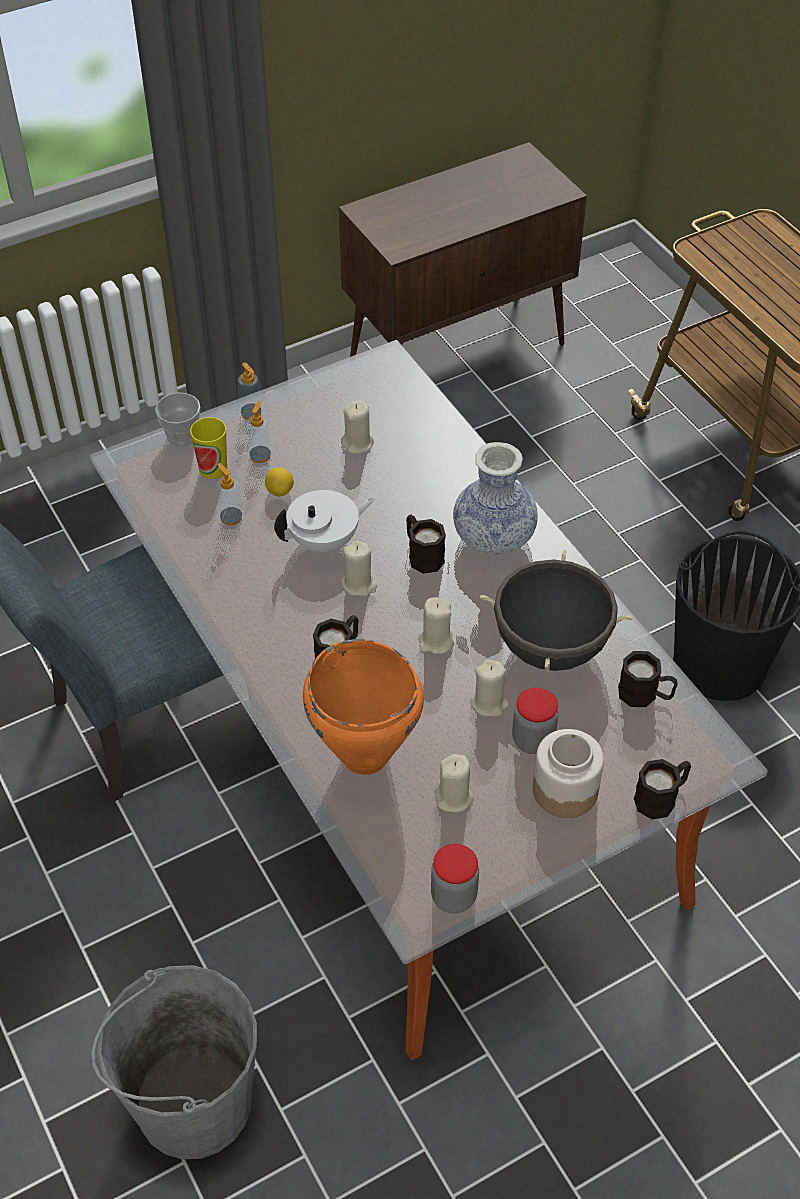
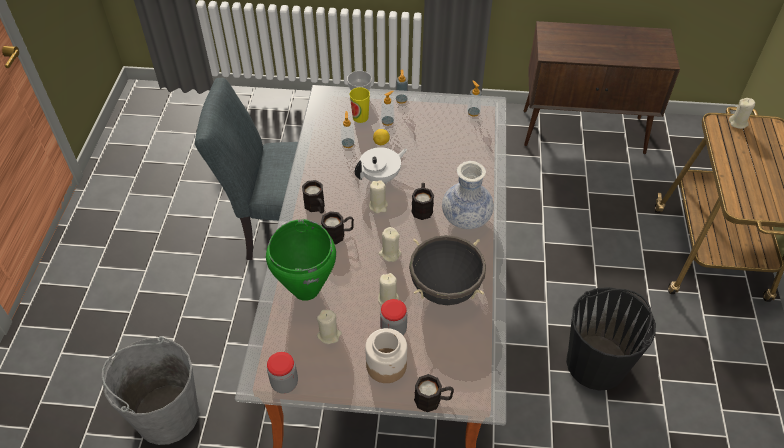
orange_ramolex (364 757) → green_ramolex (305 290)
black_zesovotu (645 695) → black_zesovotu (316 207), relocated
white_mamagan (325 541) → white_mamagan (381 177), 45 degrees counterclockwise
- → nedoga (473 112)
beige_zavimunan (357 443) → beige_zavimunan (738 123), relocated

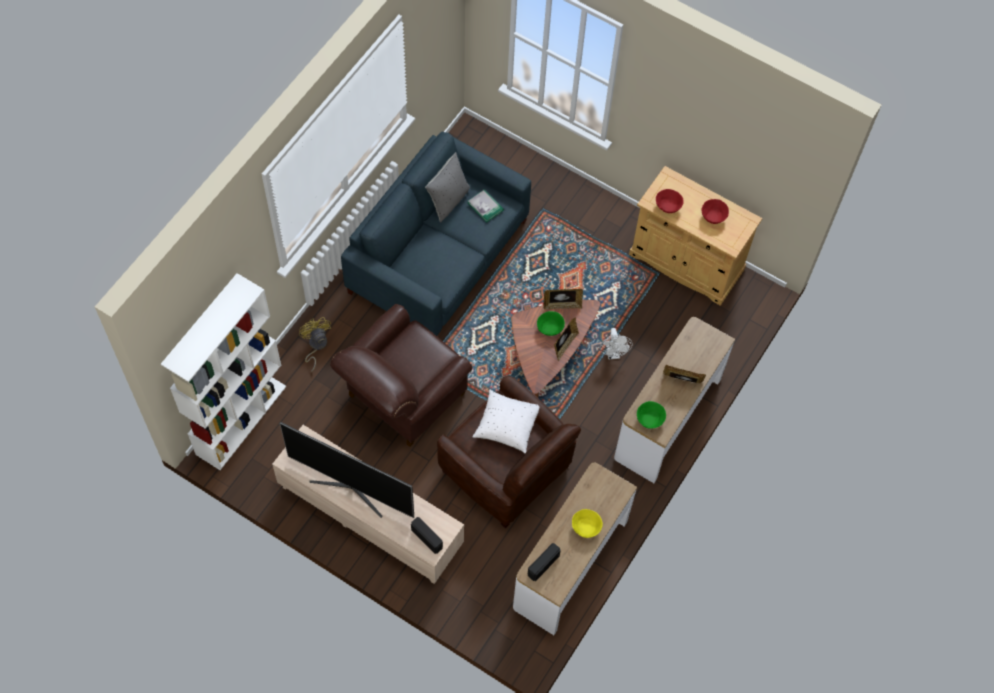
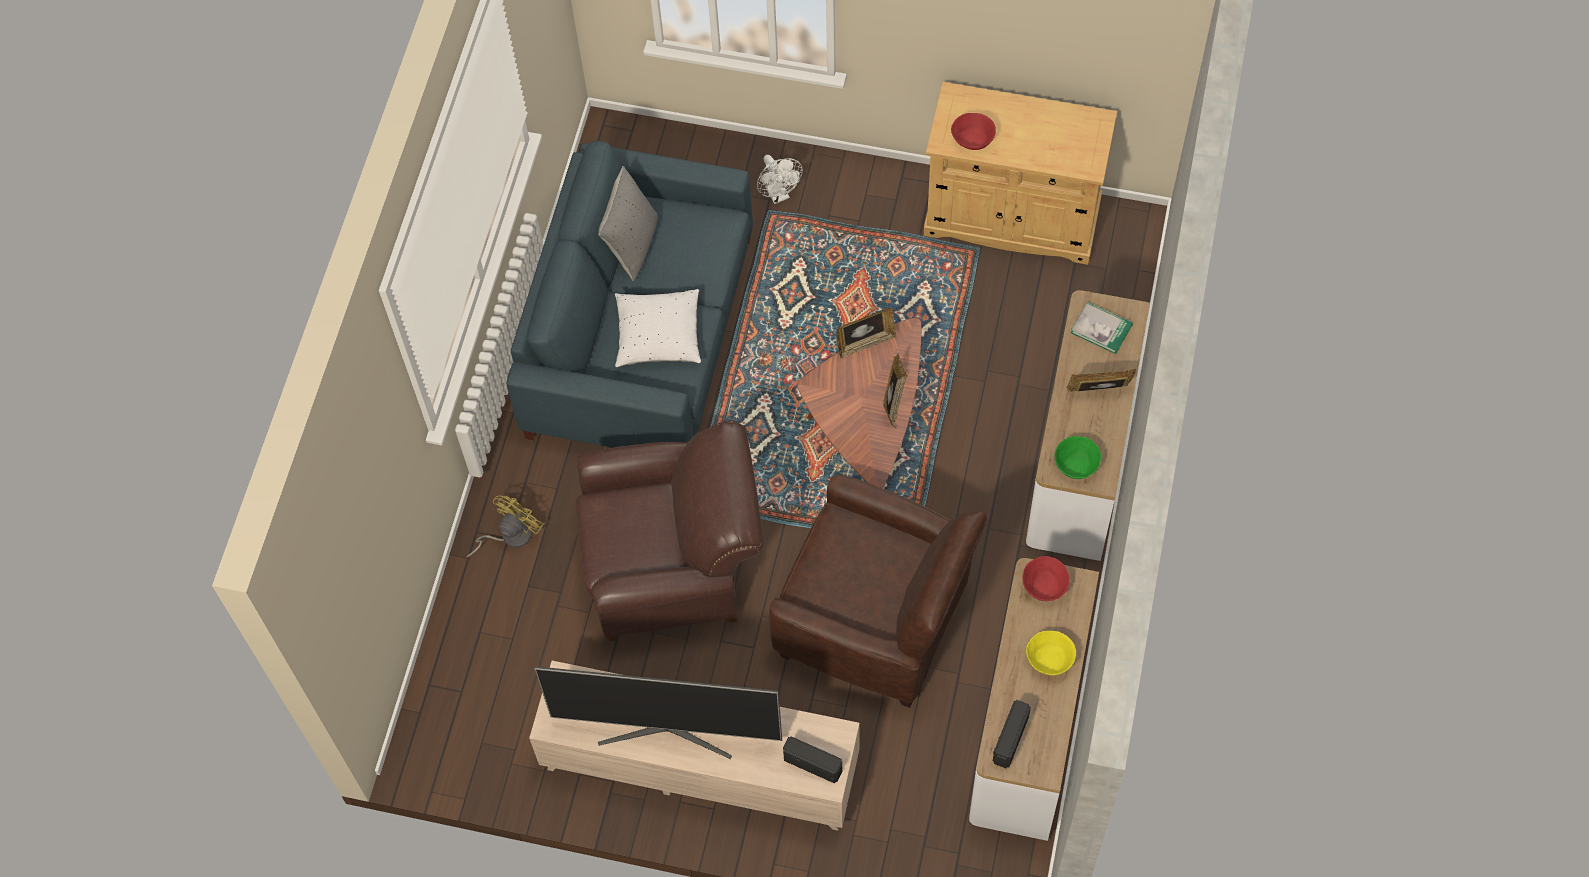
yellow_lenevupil (316 346) → yellow_lenevupil (510 536), 75 degrees clockwise
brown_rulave (402 397) → brown_rulave (674 567), 120 degrees counterclockwise
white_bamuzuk (507 426) → white_bamuzuk (658 337), relocated
white_lenevupil (613 354) → white_lenevupil (778 194), relocated
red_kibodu (713 217) → red_kibodu (1045 586), relocated
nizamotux (485 206) → nizamotux (1101 329), relocated
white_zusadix (241 419) → -
green_kibodu (550 328) → -

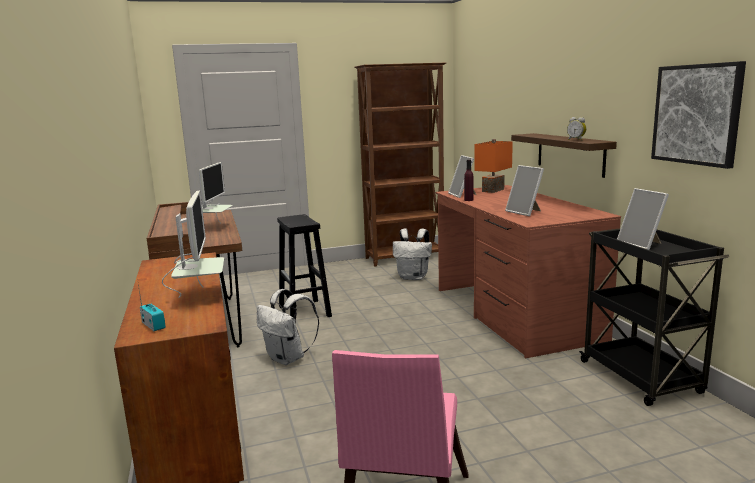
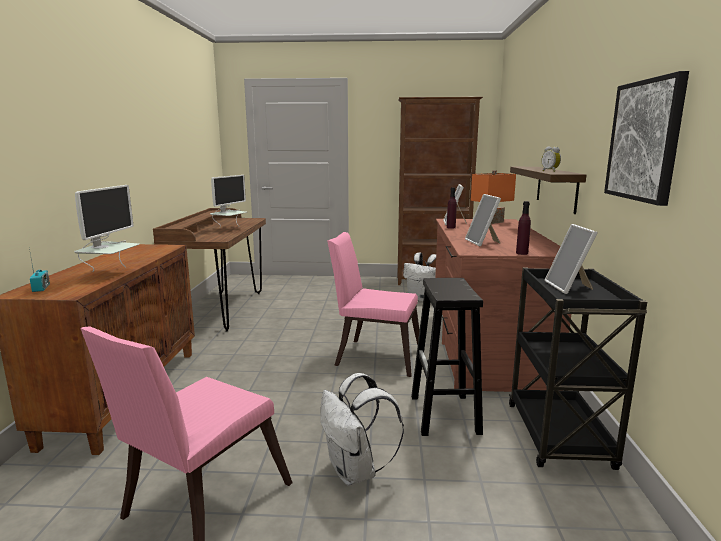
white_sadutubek (288 358) → white_sadutubek (355 472), relocated
- → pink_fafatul (374 356)
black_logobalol (305 312) → black_logobalol (445 415), relocated
- → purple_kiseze (522 253)

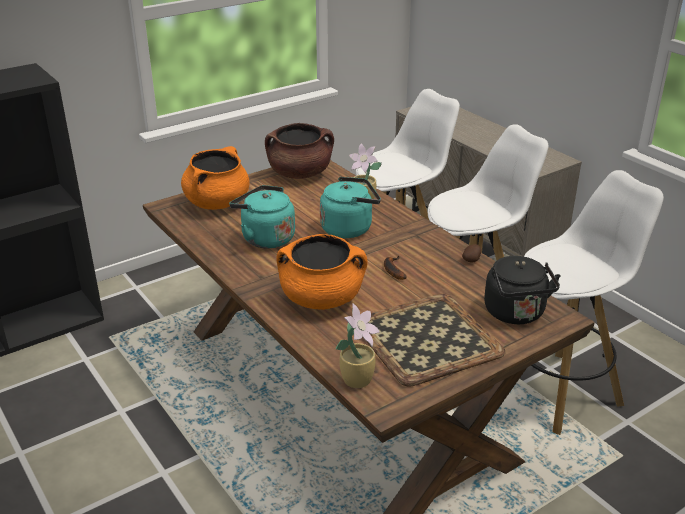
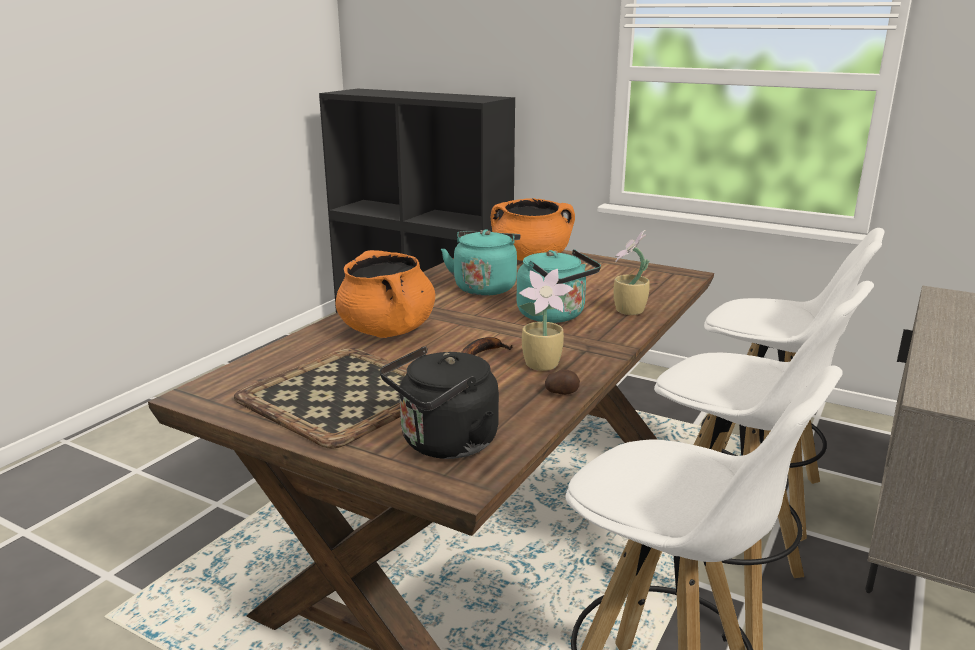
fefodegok (358 379) → fefodegok (543 365), relocated
brown_ramolex (300 173) → -

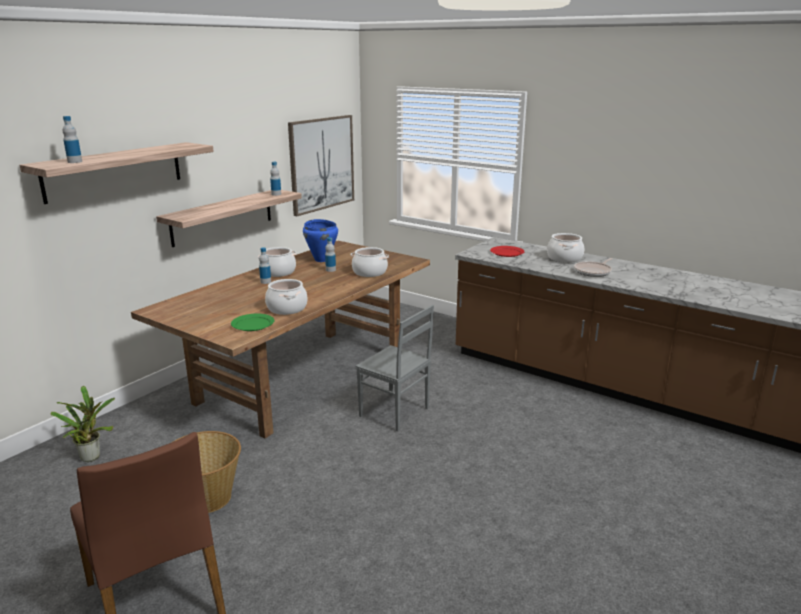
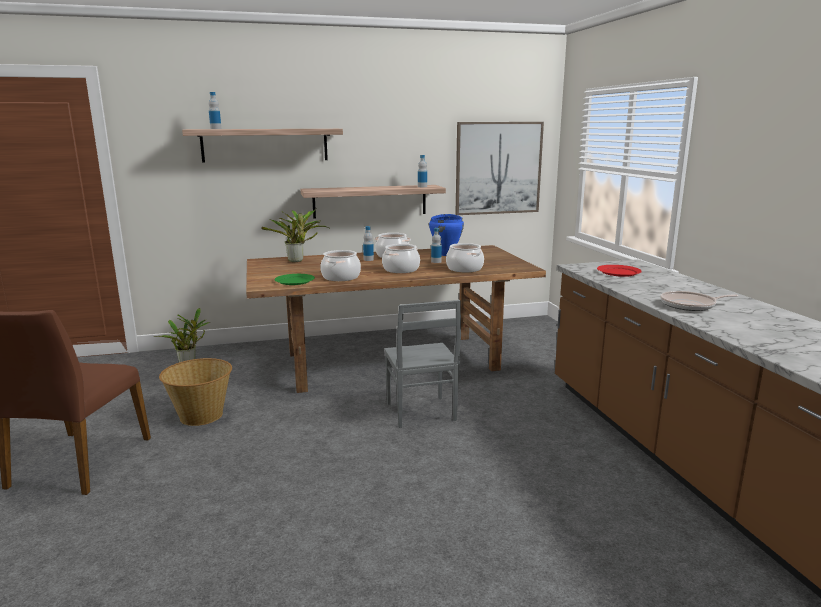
- → fefodegok (297 261)
ramolex (564 258) → ramolex (401 269), relocated

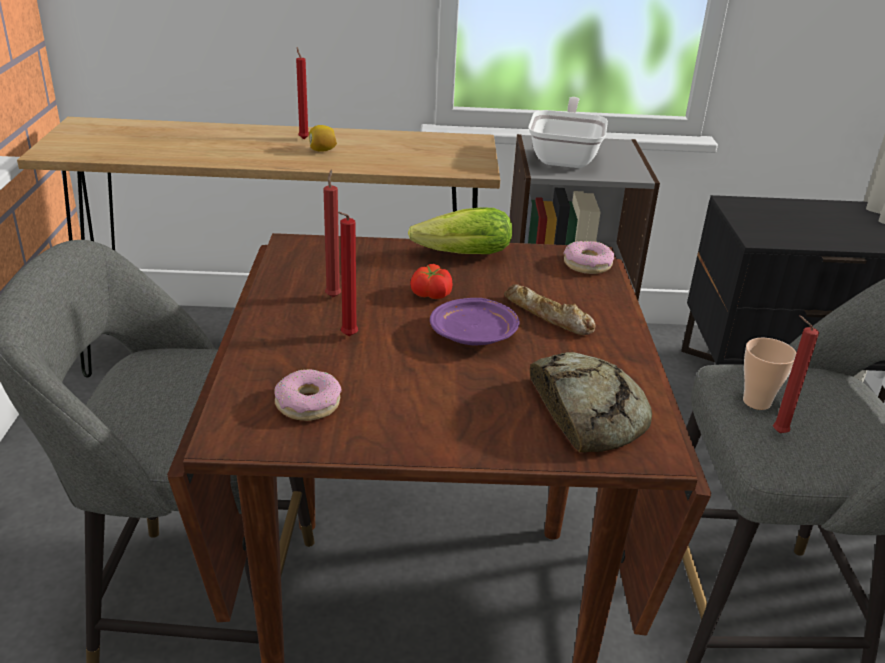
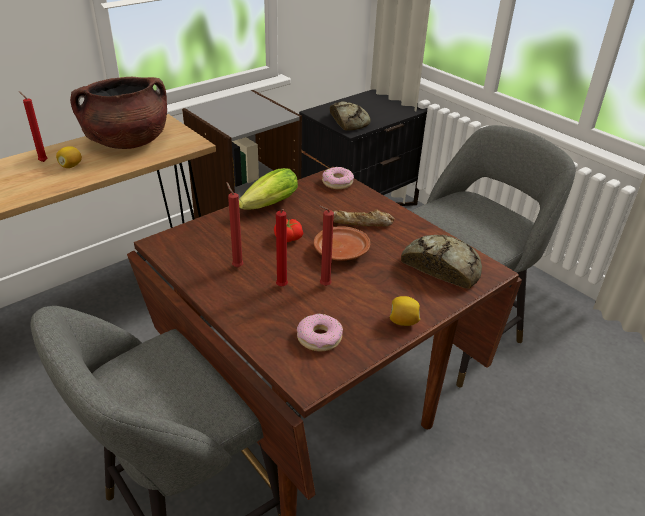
- → brown_ramolex (128 142)
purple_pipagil (474 335) → brown_pipagil (341 251)
red_zavimunan (776 432) → red_zavimunan (323 286), relocated
- → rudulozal (348 121)
- → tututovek (403 321)
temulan (565 157) → -
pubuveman (756 402) → -

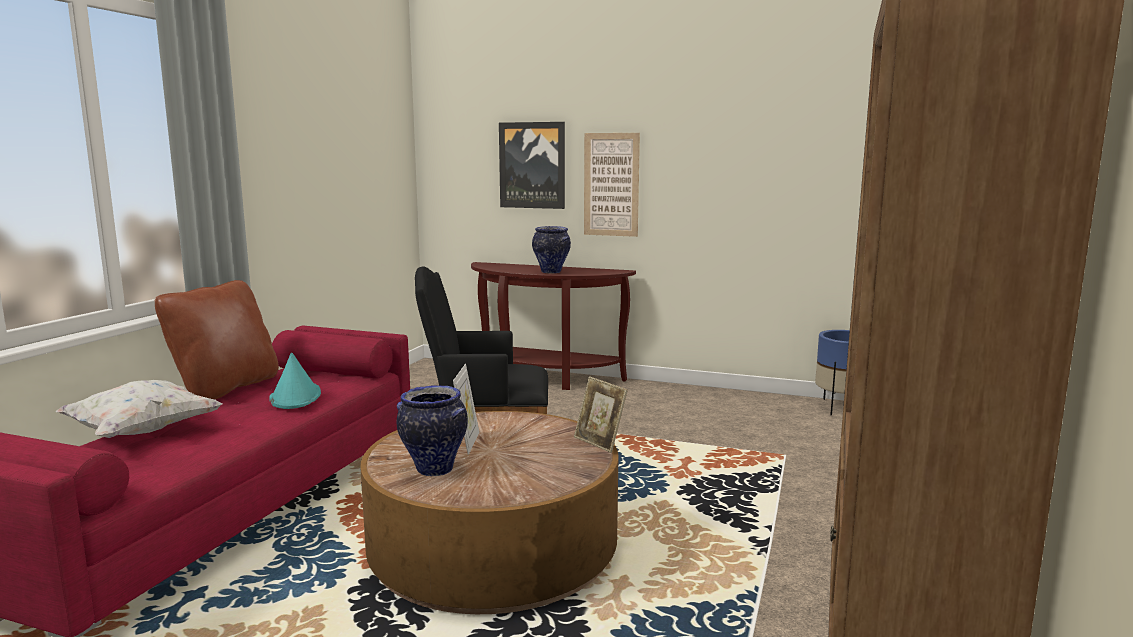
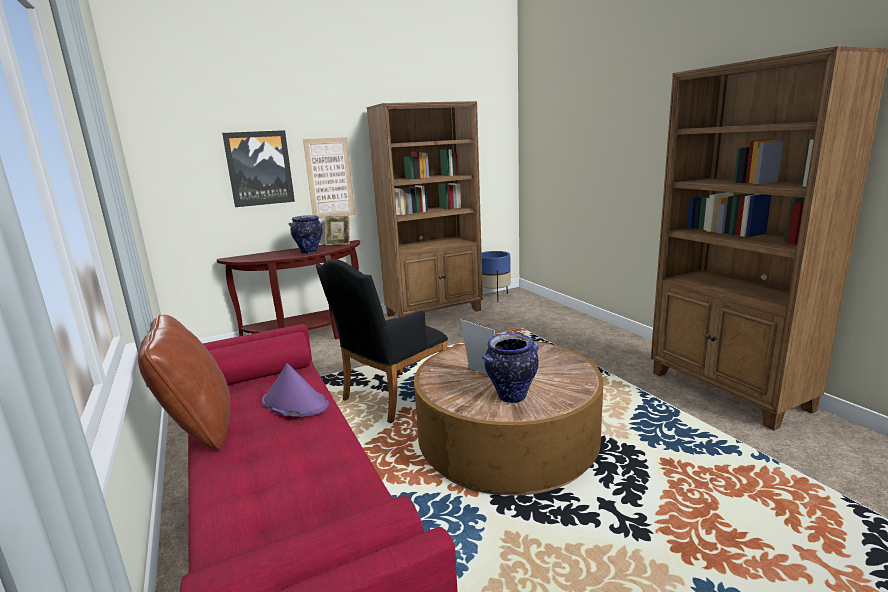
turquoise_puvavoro (295 397) → purple_puvavoro (294 403)
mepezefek (599 442) → mepezefek (338 244), relocated
- → brown_zusadix (435 312)
white_bamuzuk (143 432) → -

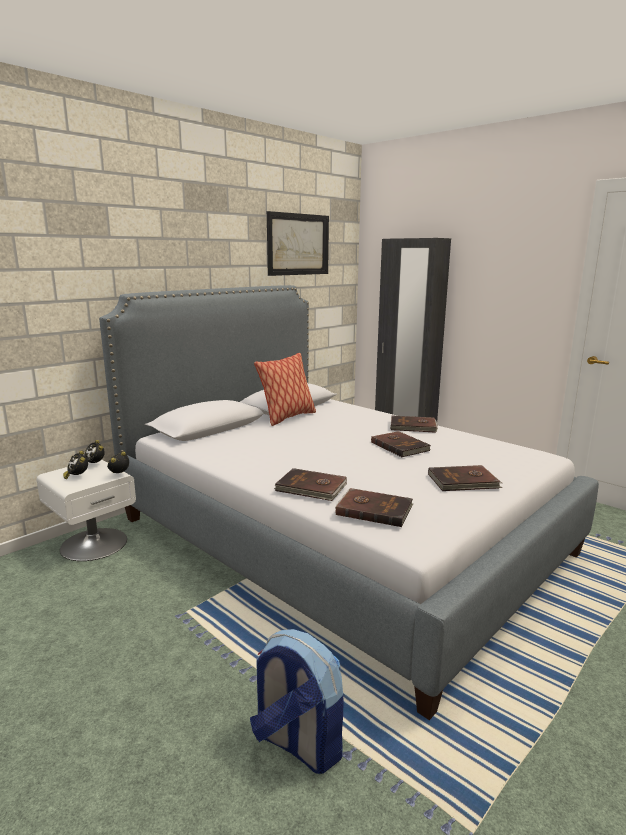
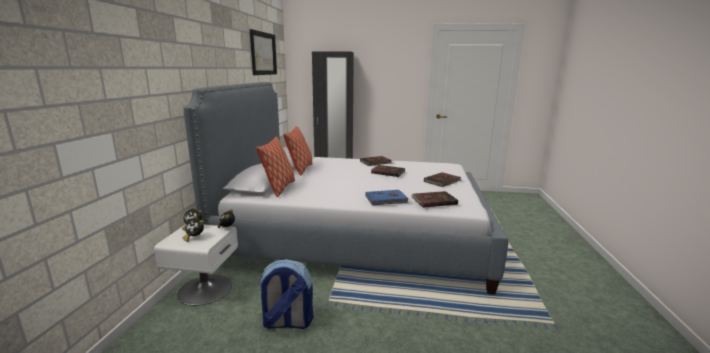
- → bamuzuk (279 188)
sadutubek (297 743) → sadutubek (287 322), relocated
brown_nizamotux (311 488) → blue_nizamotux (386 199)

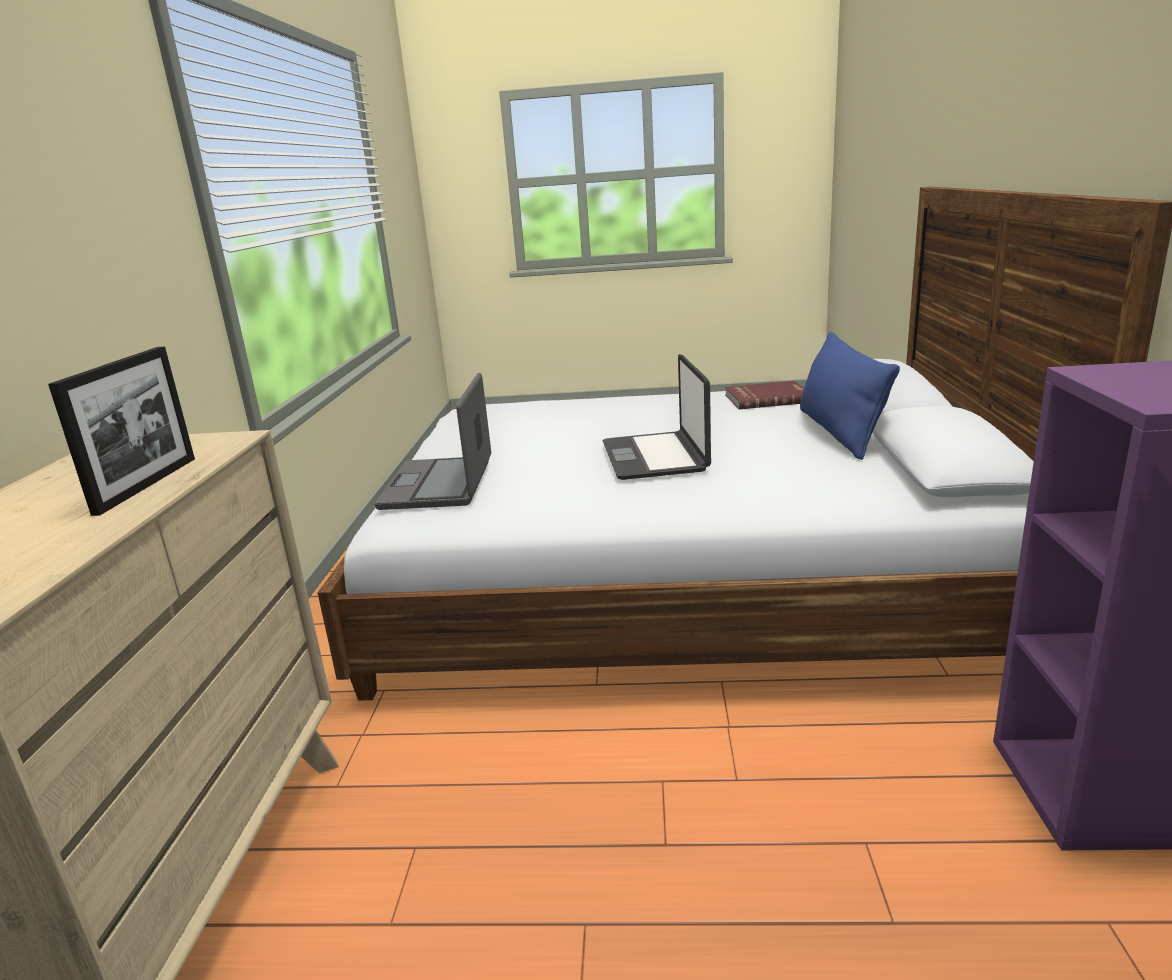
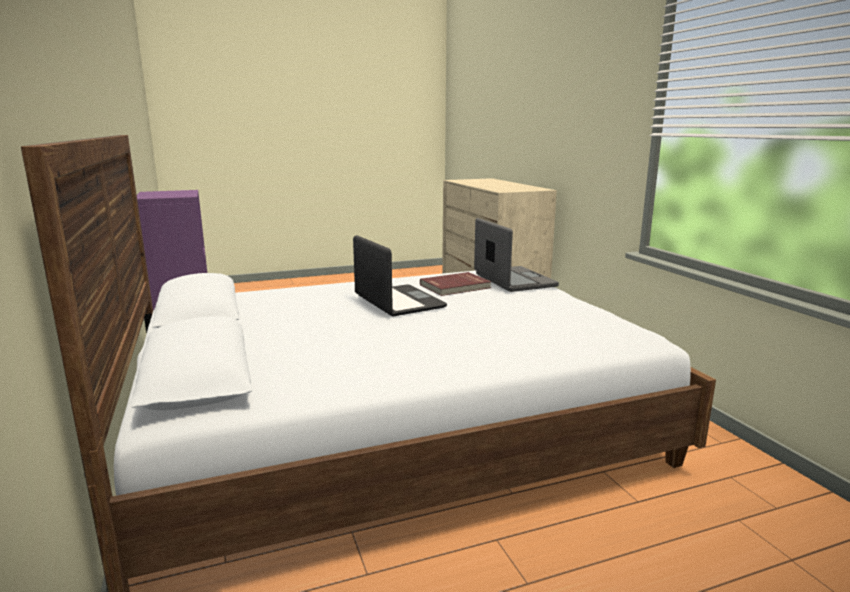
red_nizamotux (767 398) → red_nizamotux (455 287), relocated
mepezefek (147 485) → -
blue_bamuzuk (839 432) → -

